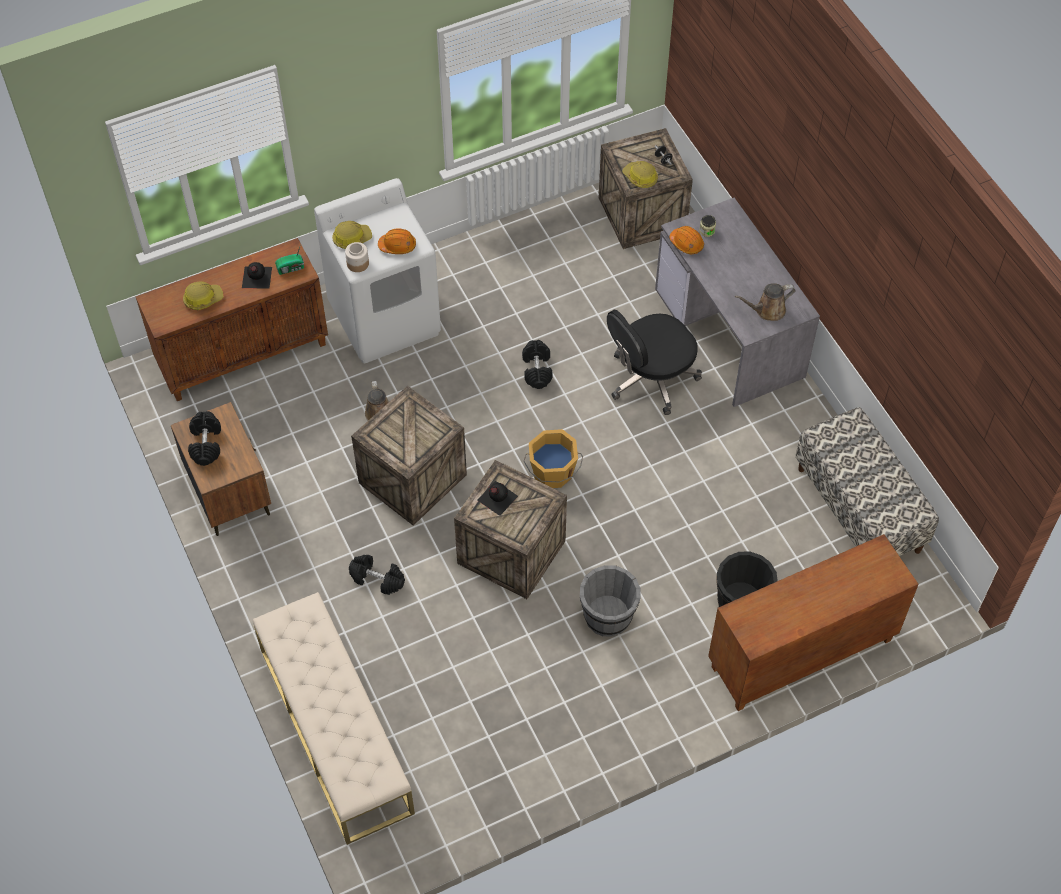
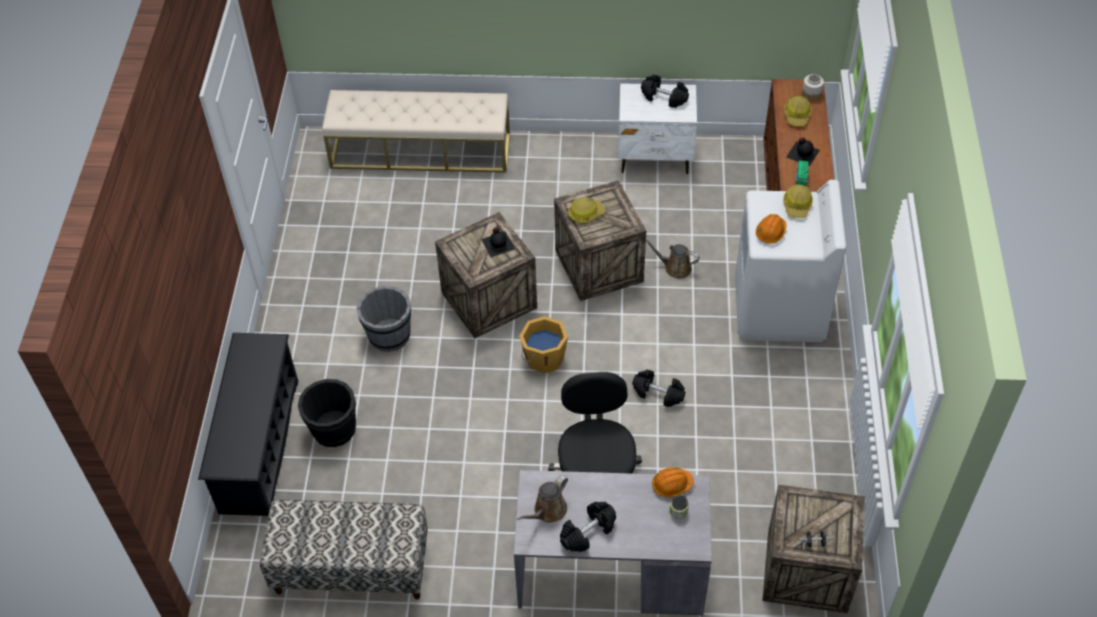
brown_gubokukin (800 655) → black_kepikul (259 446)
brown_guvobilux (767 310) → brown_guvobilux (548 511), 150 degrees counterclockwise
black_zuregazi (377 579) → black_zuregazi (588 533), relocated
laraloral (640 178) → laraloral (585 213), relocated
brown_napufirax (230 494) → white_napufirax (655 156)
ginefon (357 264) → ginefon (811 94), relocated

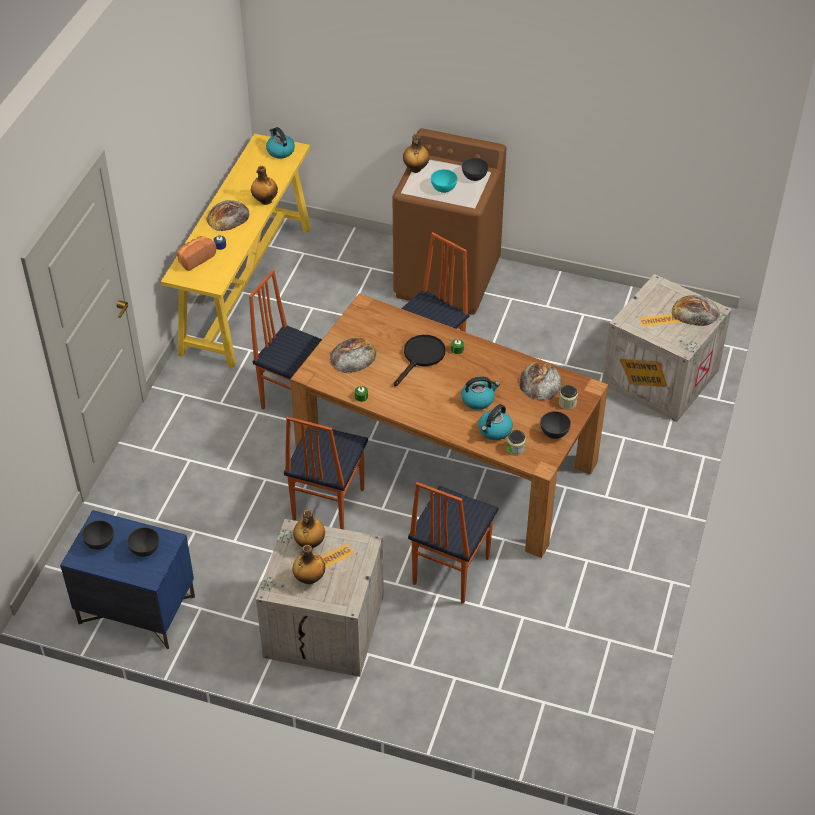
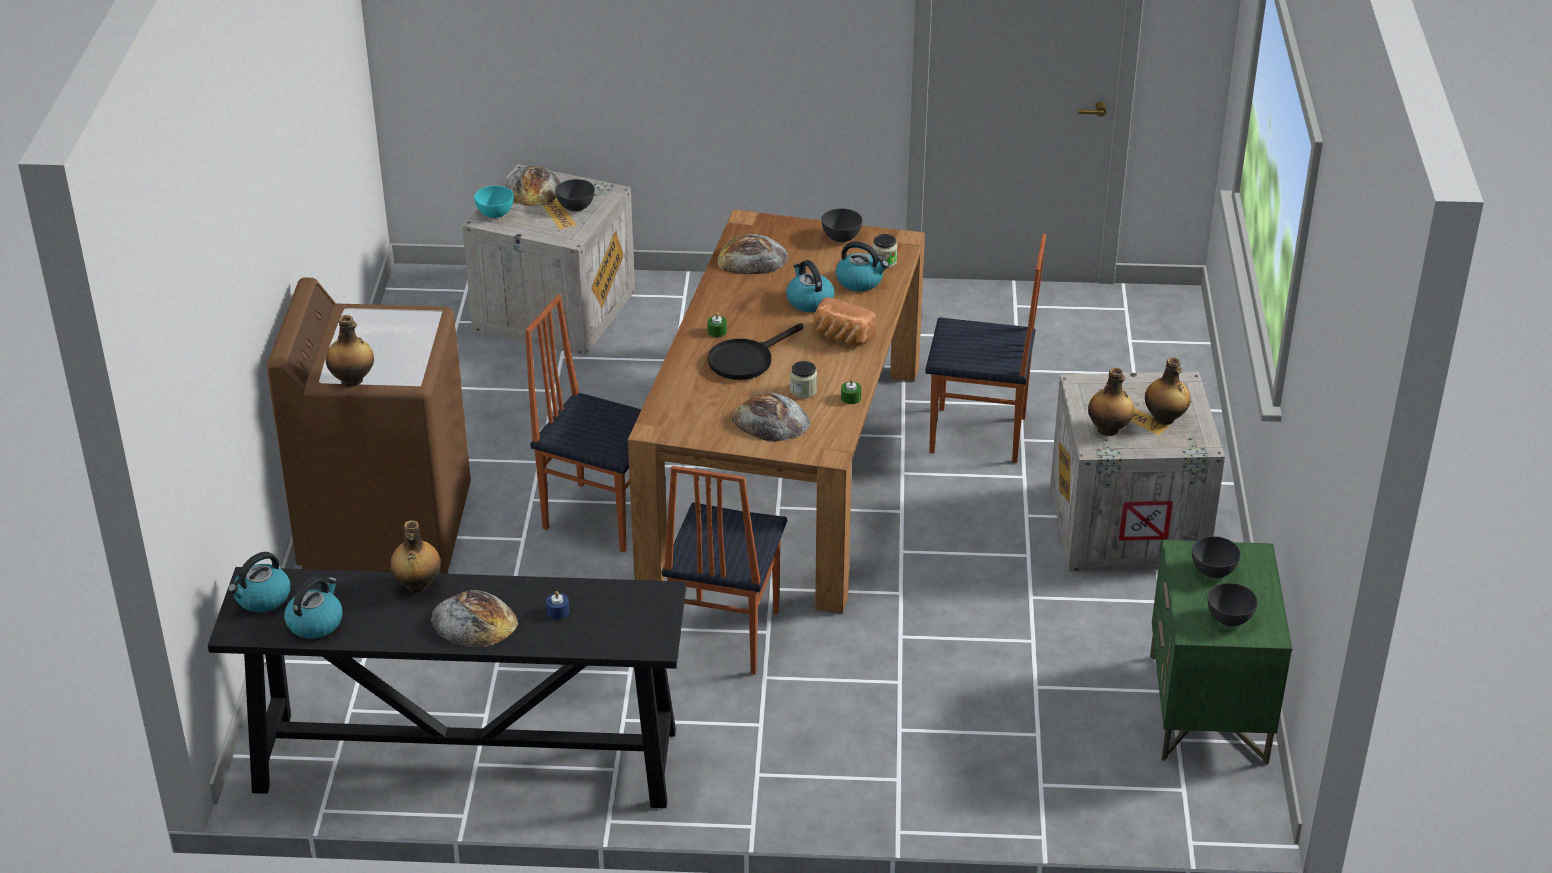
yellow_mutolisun (247 288) → black_mutolisun (464 761)
- → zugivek (315 622)
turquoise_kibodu (444 188) → turquoise_kibodu (495 213), relocated
grey_kibodu (474 177) → grey_kibodu (576 207), relocated
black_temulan (421 357) → black_temulan (747 359), 60 degrees counterclockwise
ginefon (567 403) → ginefon (803 391), relocated
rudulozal (195 259) → rudulozal (841 337), relocated
blue_napufirax (136 610) → green_napufirax (1208 709)
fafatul (327 505) → -

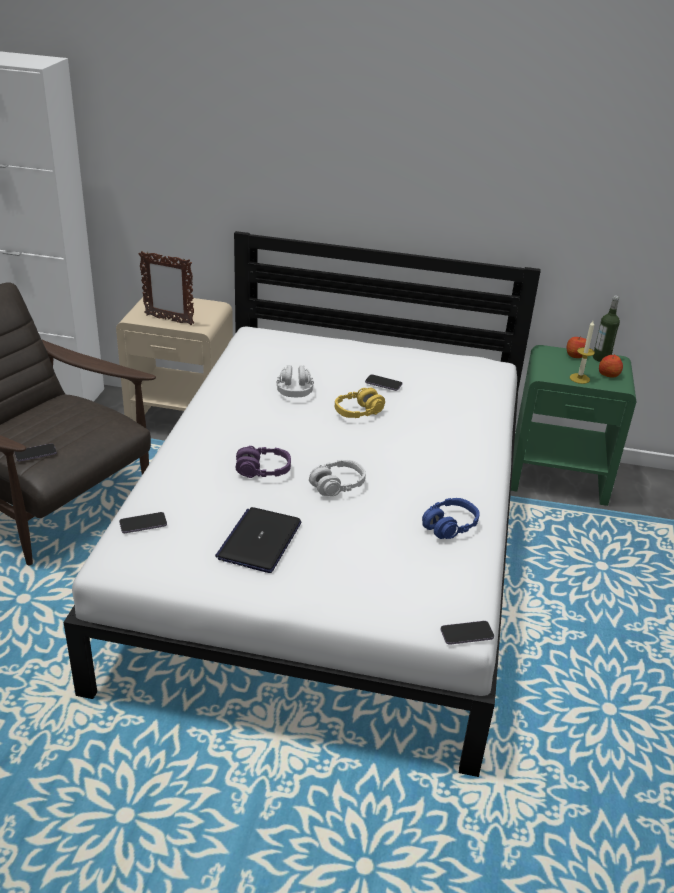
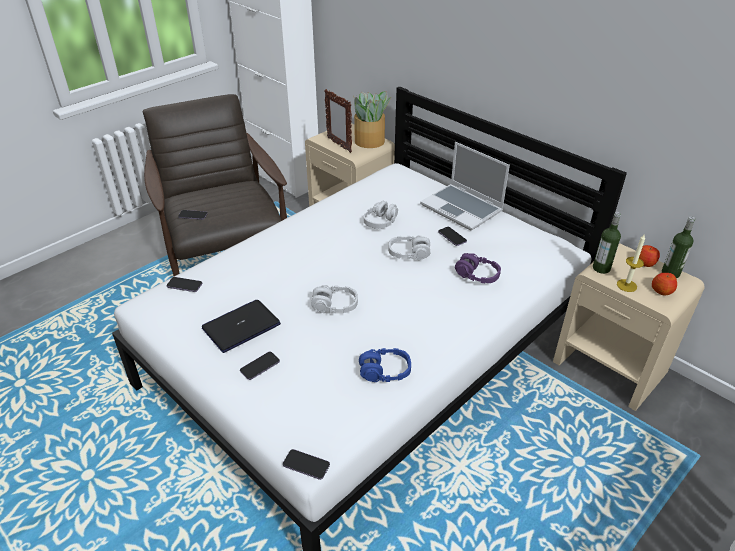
- → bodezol (260 366)
- → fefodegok (370 142)
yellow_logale (358 412) → grey_logale (409 253)
- → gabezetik (462 208)
purple_logale (263 470) → purple_logale (477 275), relocated
green_napufirax (559 477) → beige_napufirax (610 367)
- → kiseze (601 268)

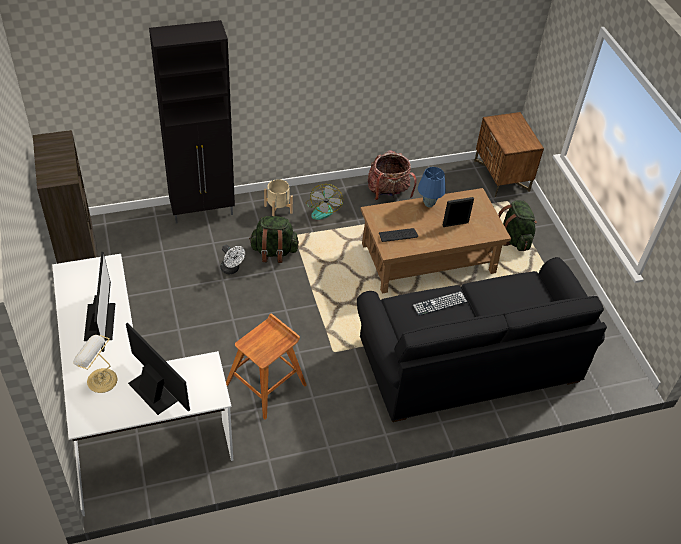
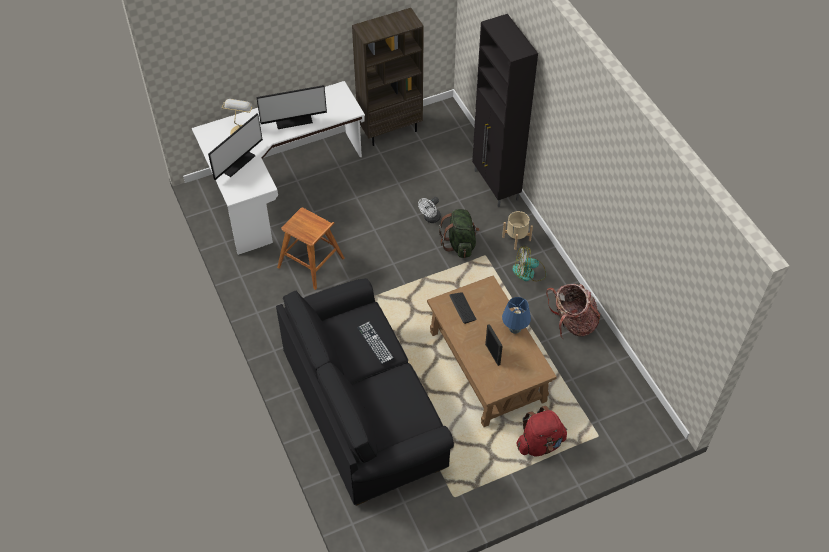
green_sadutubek (514 239) → red_sadutubek (540 444)
brown_napufirax (502 176) → -

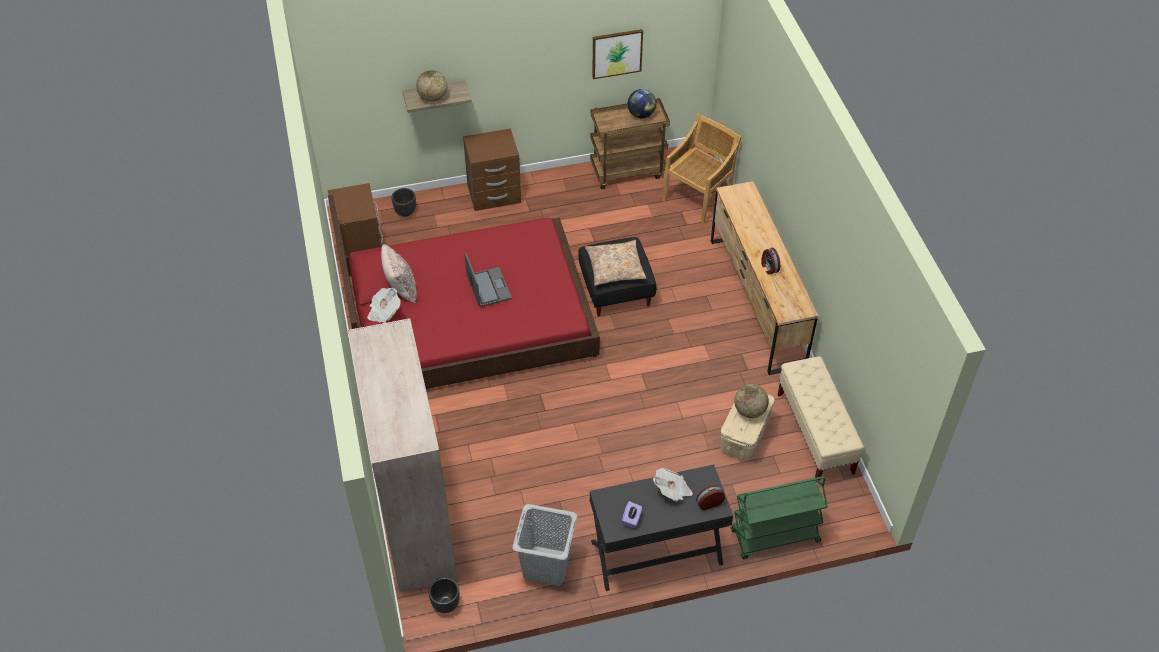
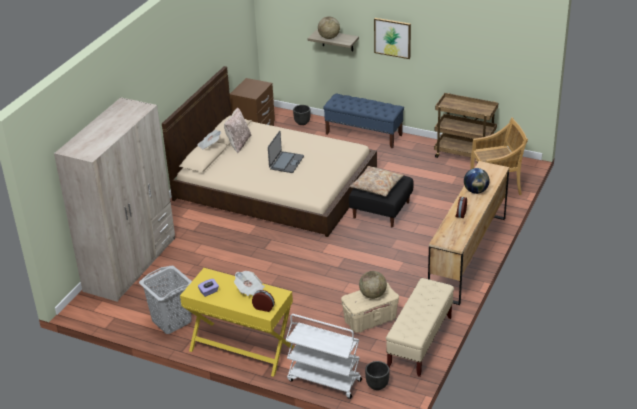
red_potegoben (467 317) → beige_potegoben (275 185)
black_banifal (656 553) → yellow_banifal (241 349)
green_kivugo (774 537) → white_kivugo (323 380)
brown_napufirax (494 195) → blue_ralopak (364 134)
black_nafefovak (445 603) → black_nafefovak (377 385), relocated
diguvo (617 53) → diguvo (392 38), relocated
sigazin (641 114) → sigazin (475 191), relocated

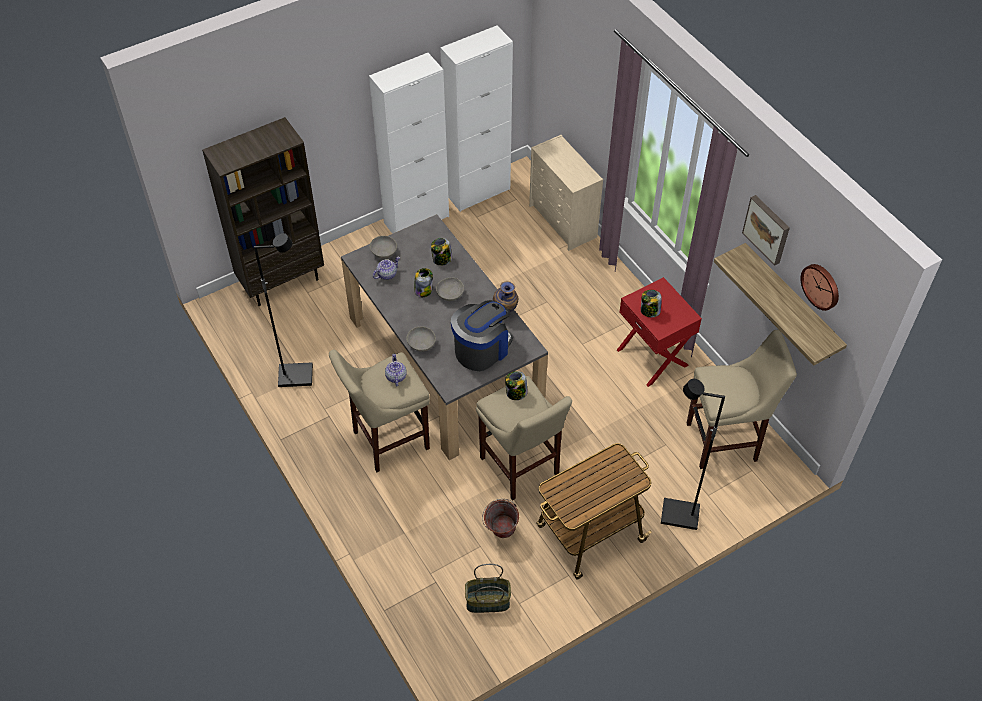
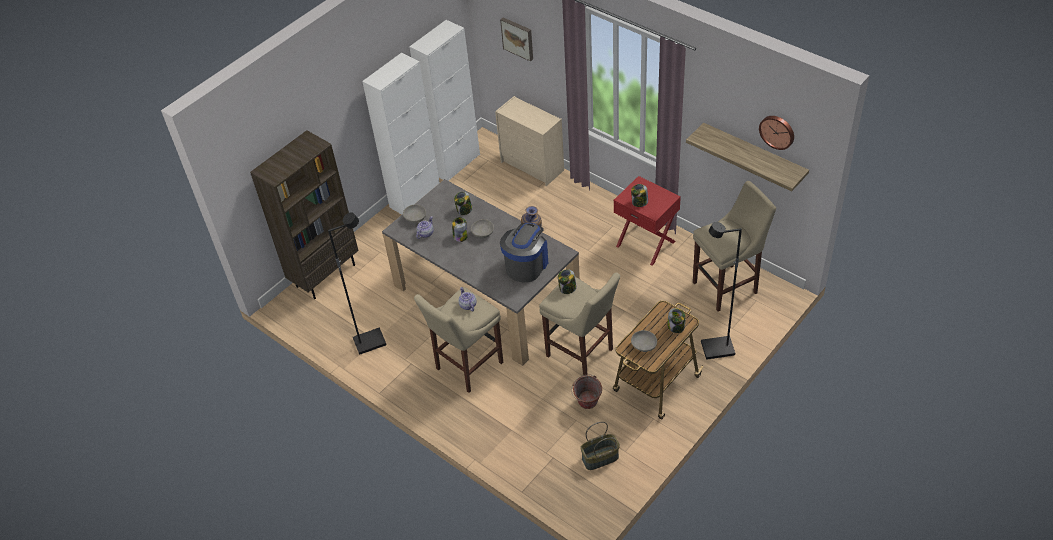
diguvo (767 229) → diguvo (518 38), relocated
grey_kibodu (422 344) → grey_kibodu (644 345), relocated
- → ginefon (676 327)

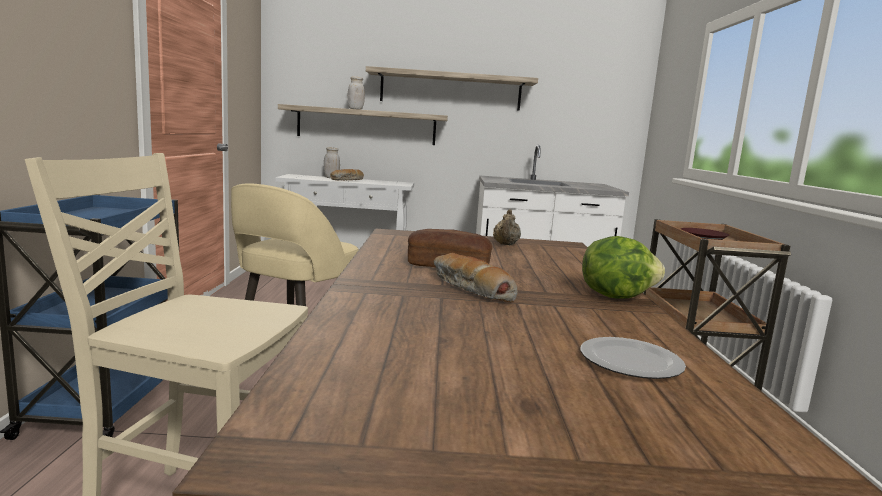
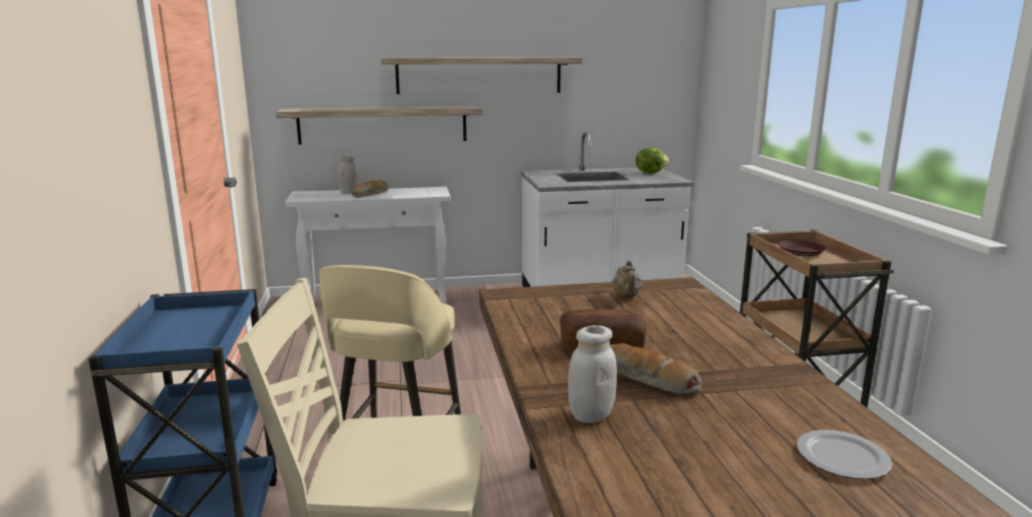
white_ginefon (355 109) → white_ginefon (590 415), relocated
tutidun (615 296) → tutidun (650 172), relocated

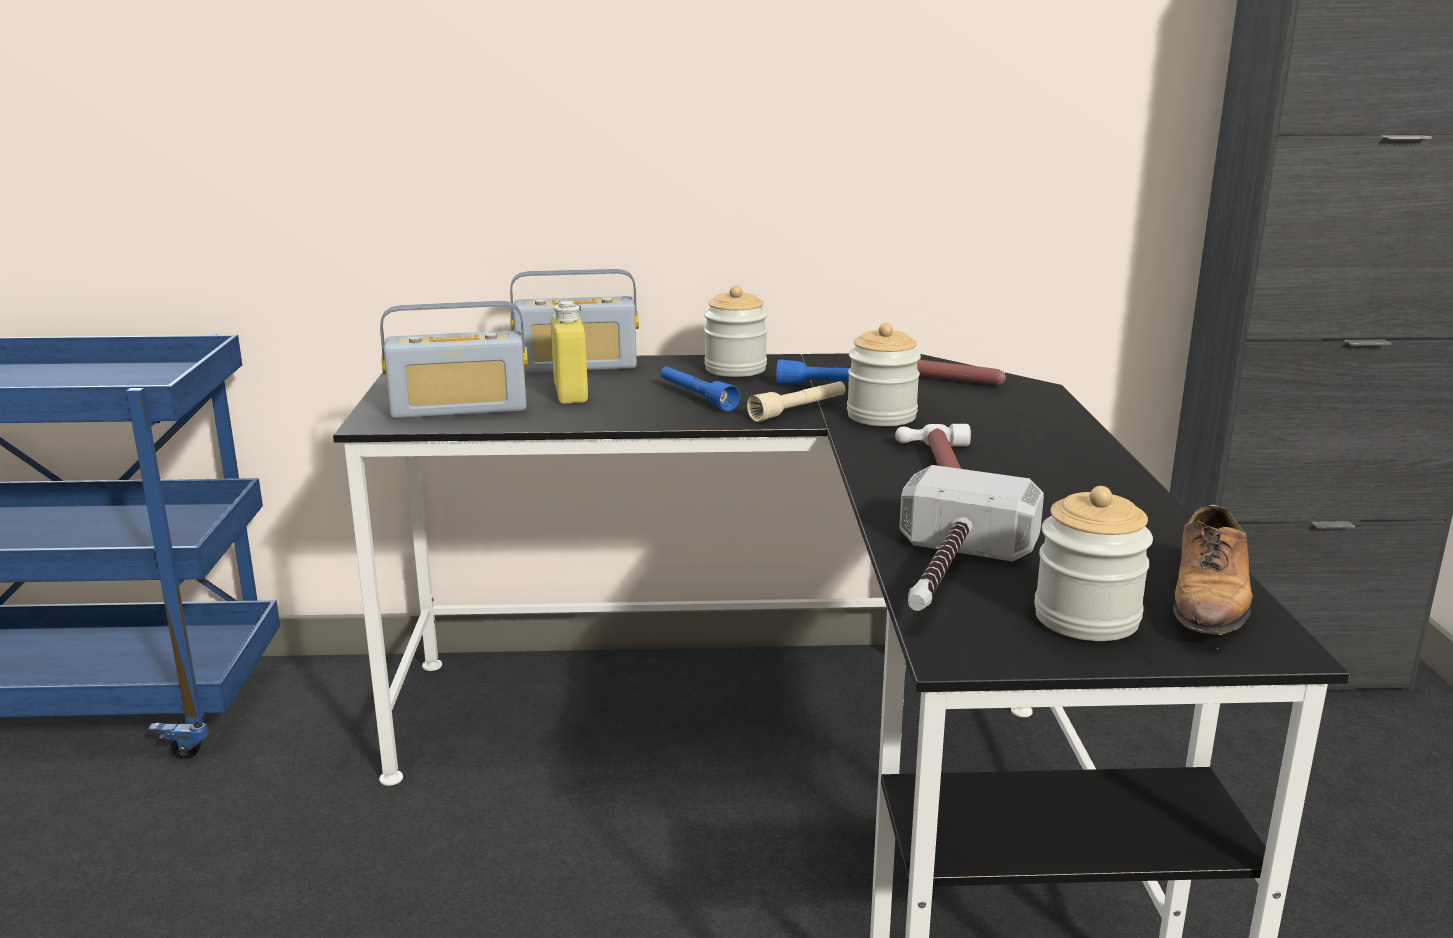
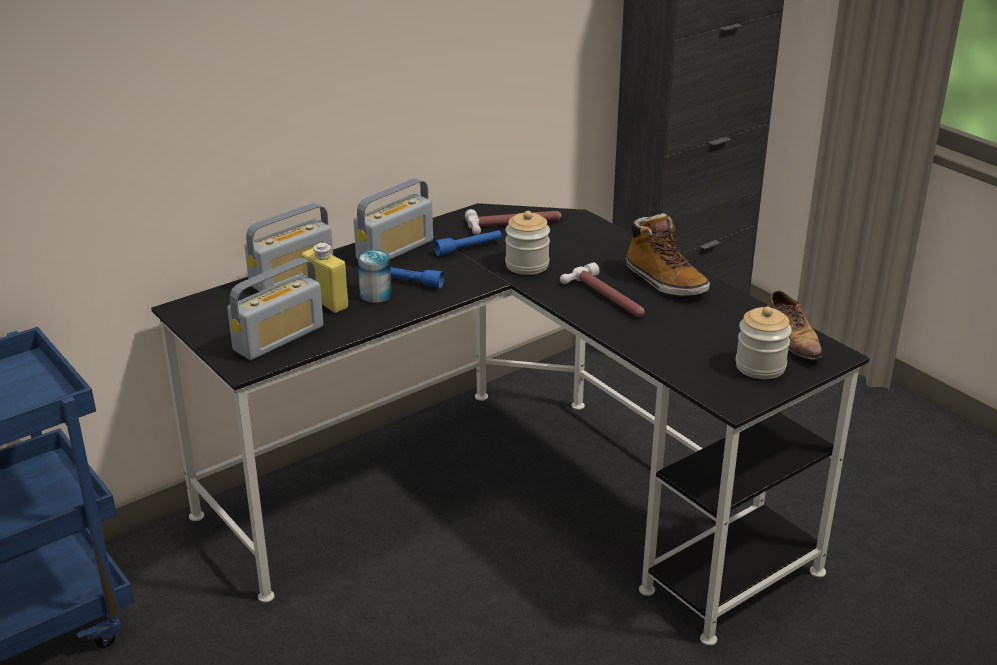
ginefon (735 369) → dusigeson (395 250)
- → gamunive (375 294)
- → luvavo (664 282)
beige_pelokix (798 410) → -
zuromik (948 576) → -

